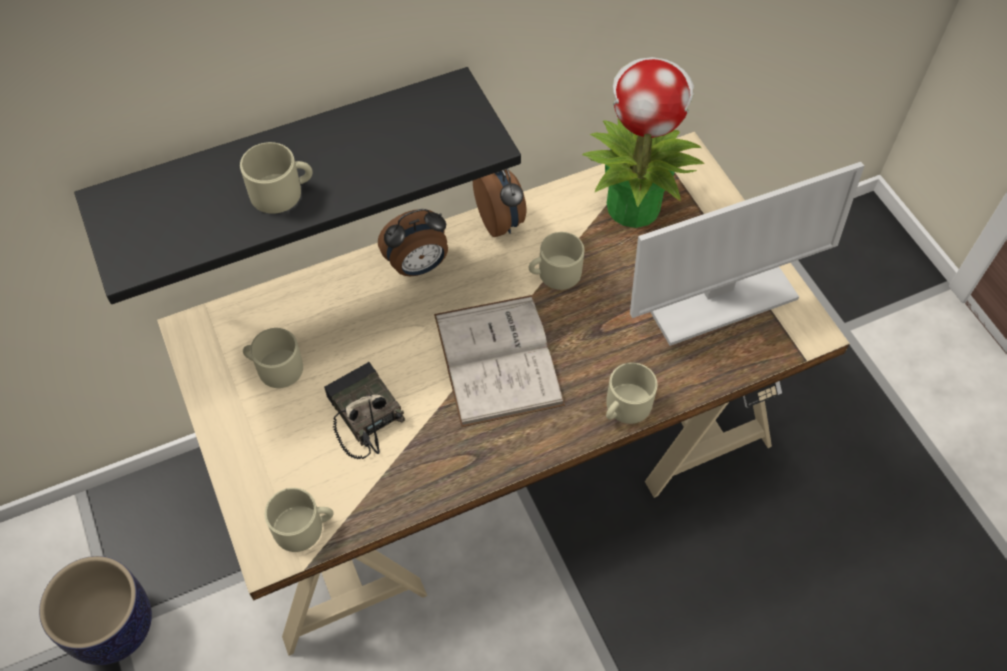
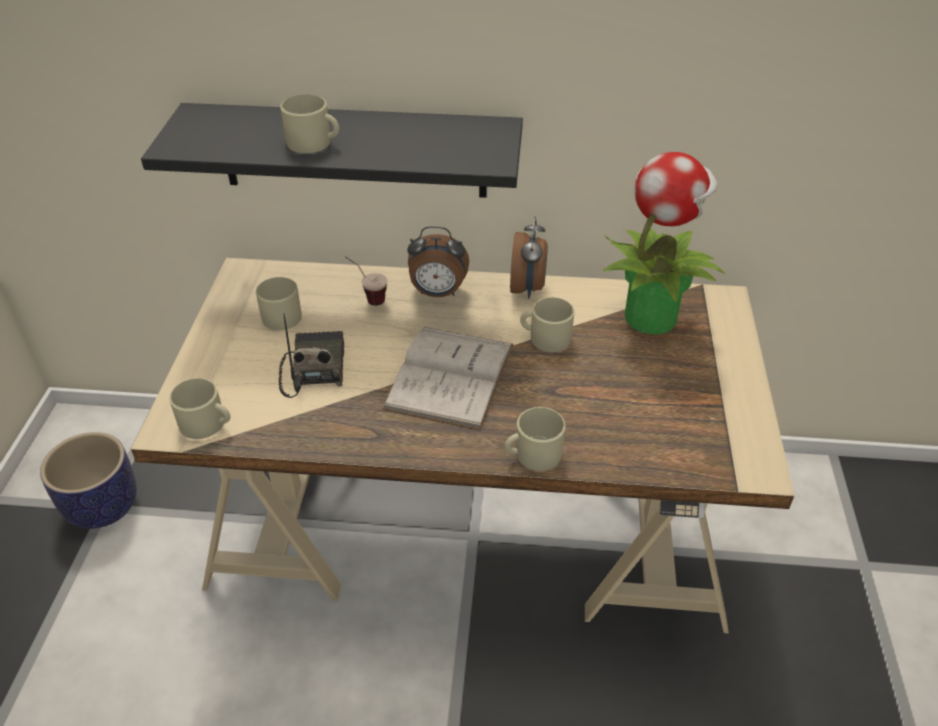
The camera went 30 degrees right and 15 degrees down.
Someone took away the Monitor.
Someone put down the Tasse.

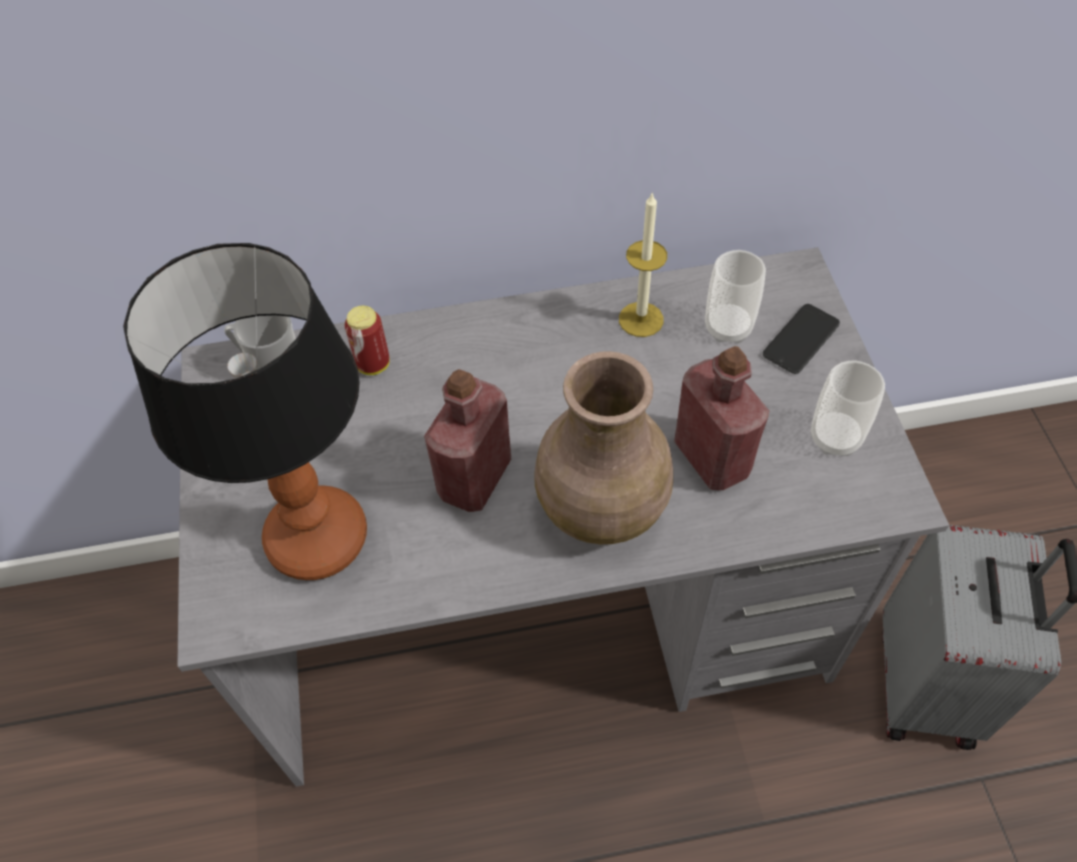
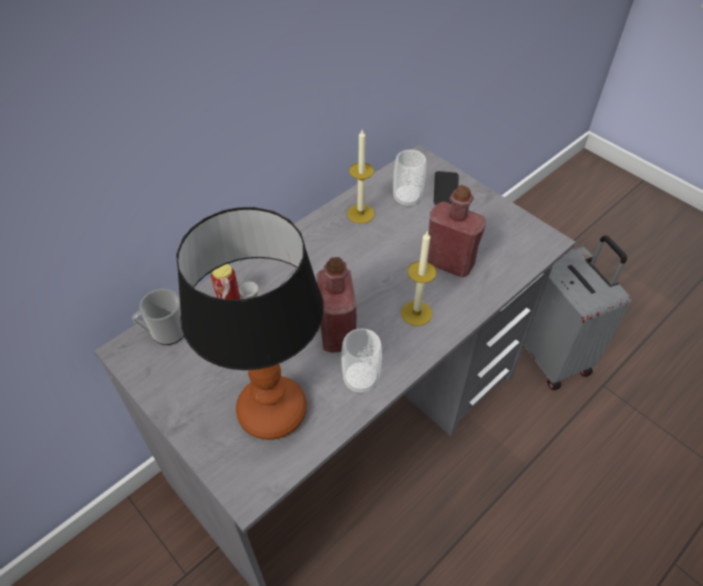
The camera went 35 degrees left and 5 degrees down.
Someone swapped the Vase/braun for the Kerze (2nd from left).
Someone carried the Tasse (2nd from left in the first image).

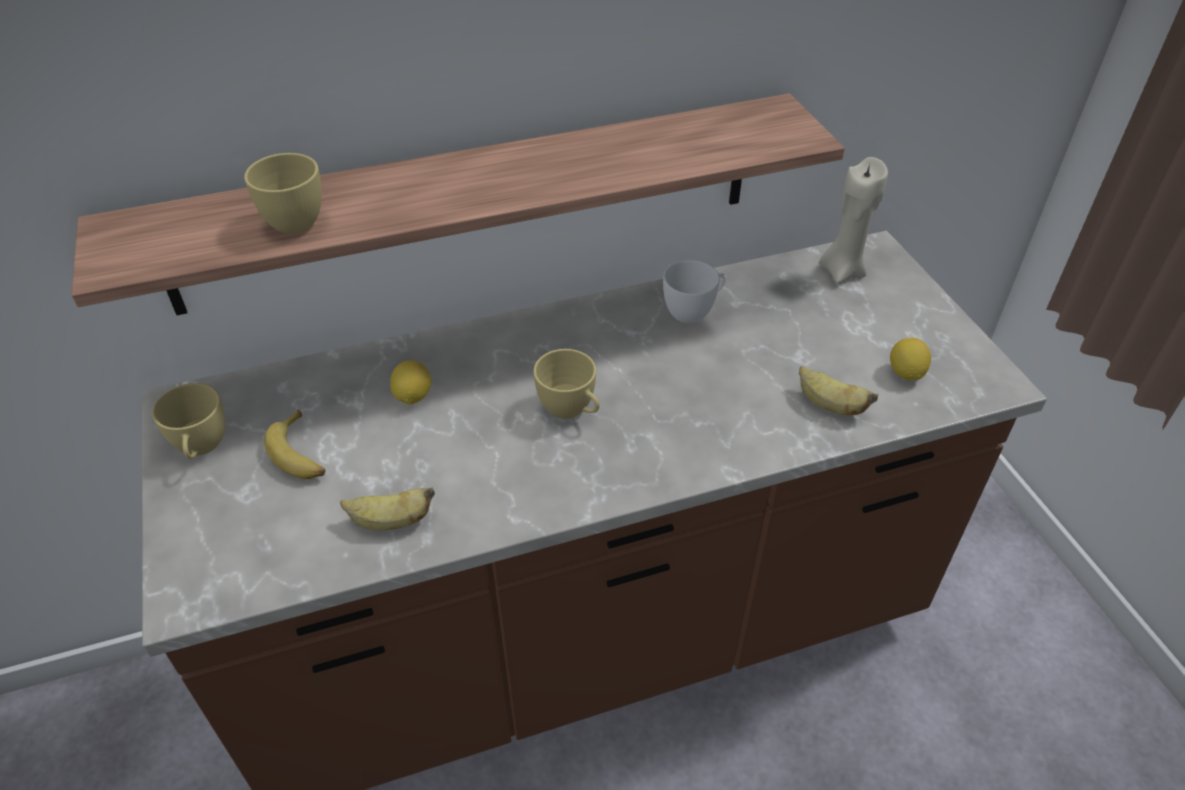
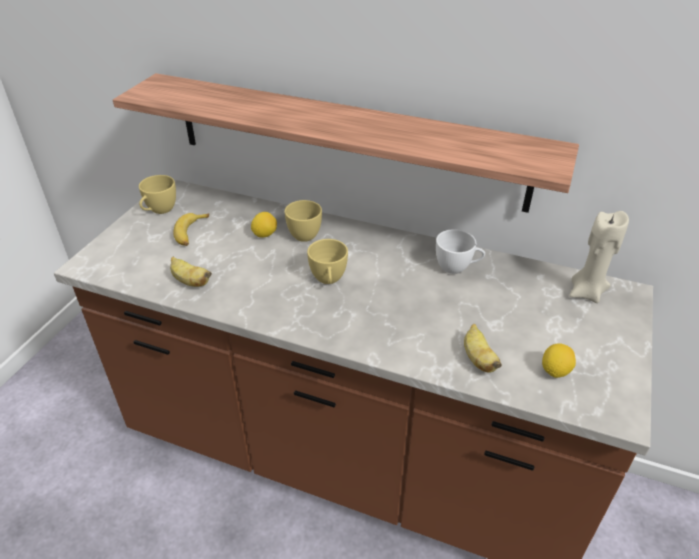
The camera went 40 degrees right and 5 degrees down.
Someone carried the Tasse/gelb (2nd from left).

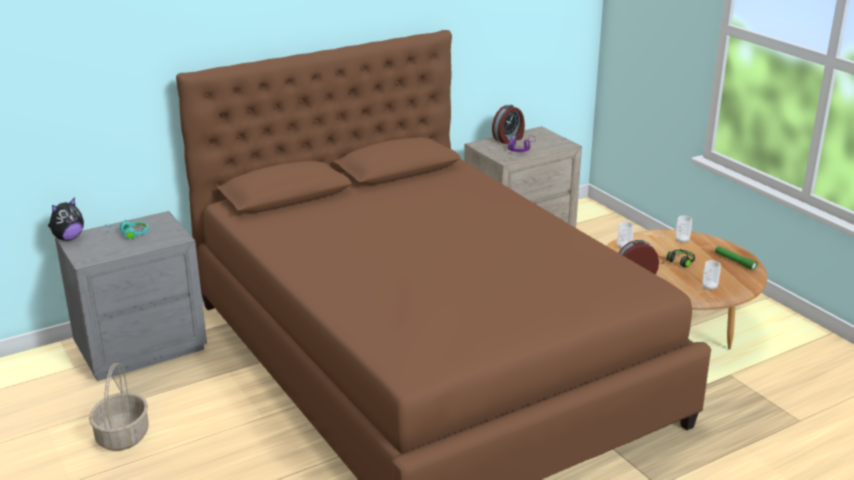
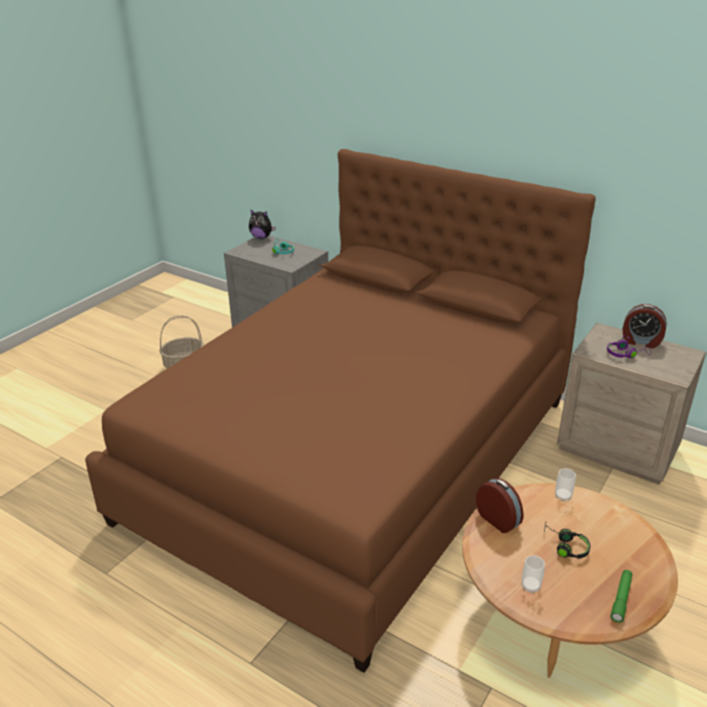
The camera went 65 degrees right and 5 degrees up.
Someone took away the Tasse (2nd from left).

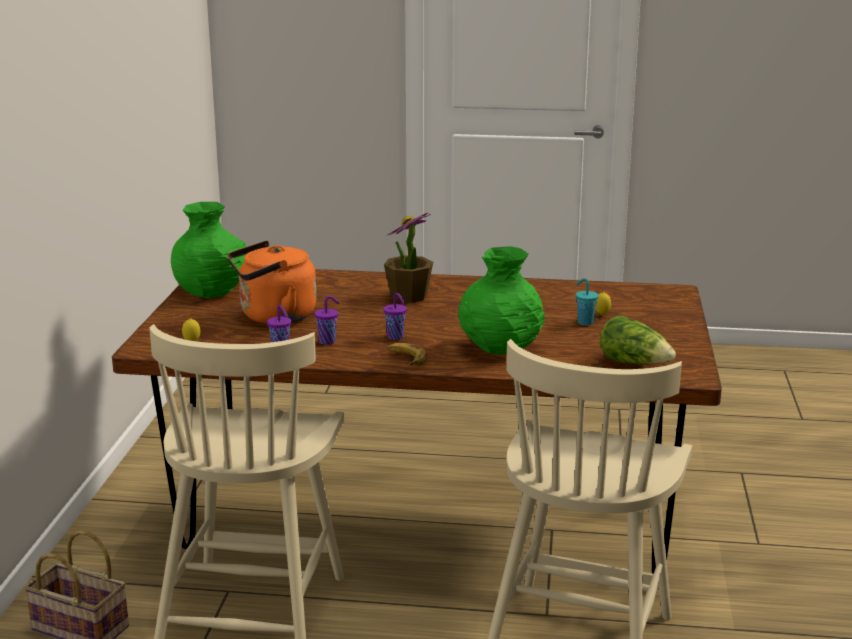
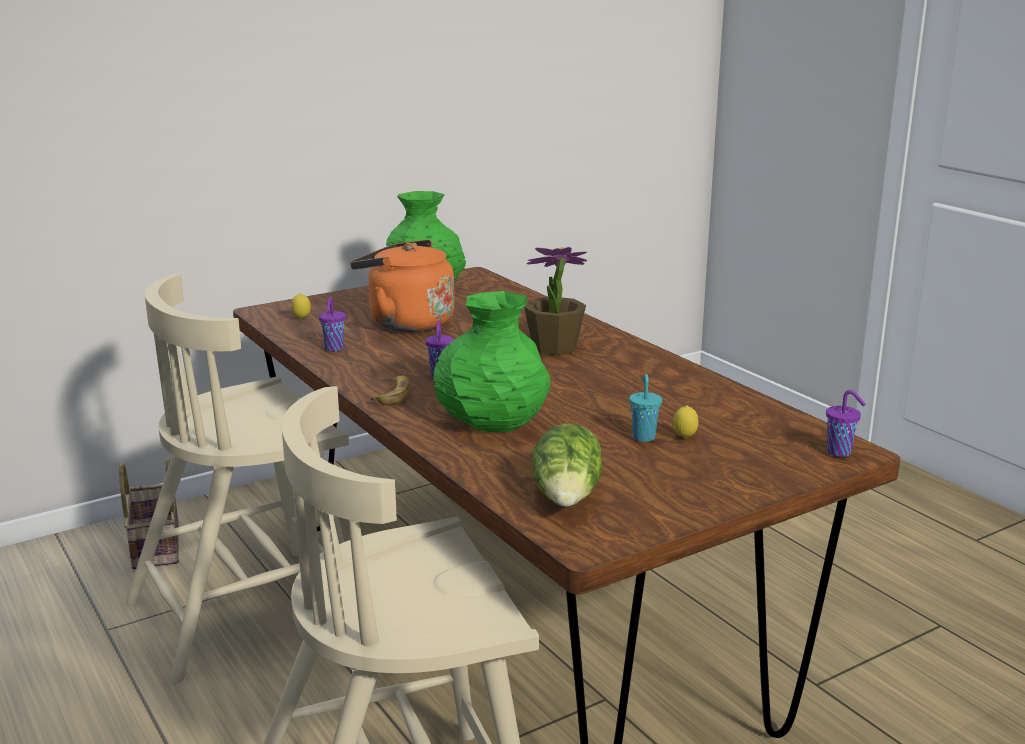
The camera went 50 degrees right and 0 degrees up.
Someone carried the Tasse/lila (2nd from left in the first image).

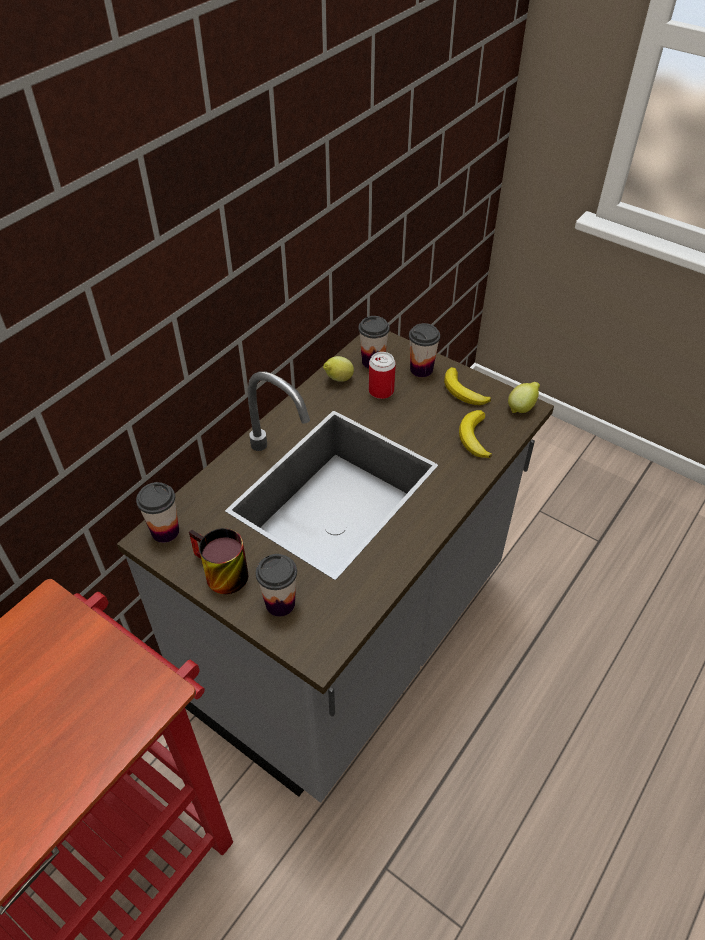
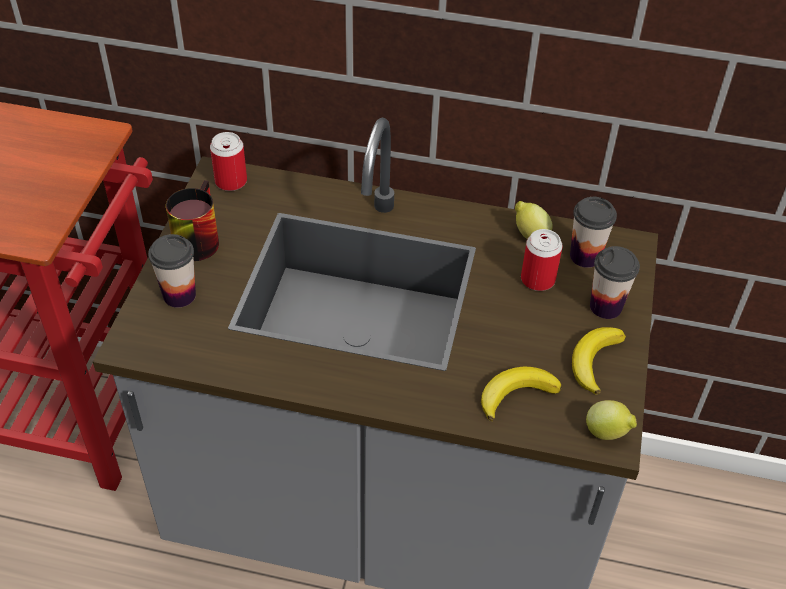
The camera went 65 degrees right and 0 degrees up.
Someone swapped the Tasse (1st from left) for the Dose (1st from left).

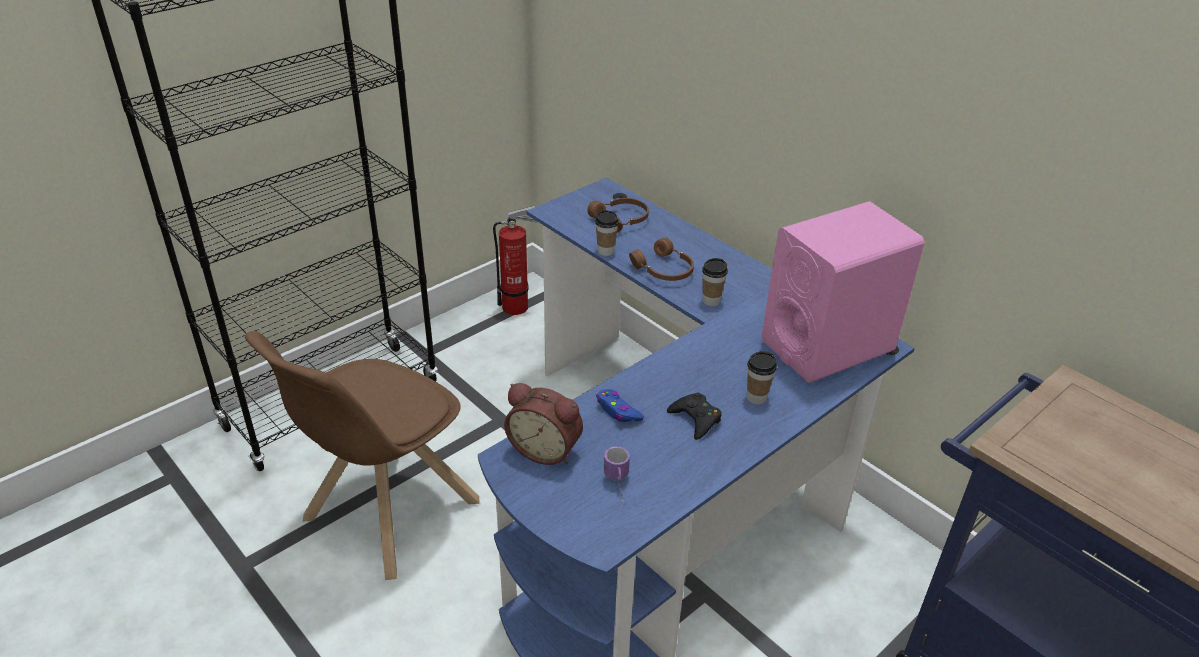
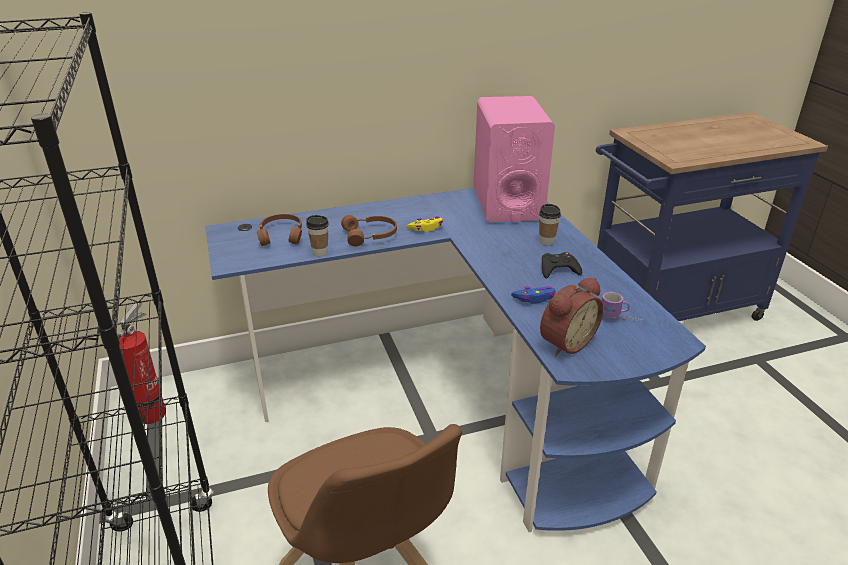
The camera went 65 degrees left and 5 degrees down.
Someone swapped the Tasse (2nd from left) for the Gamepad/gelb.

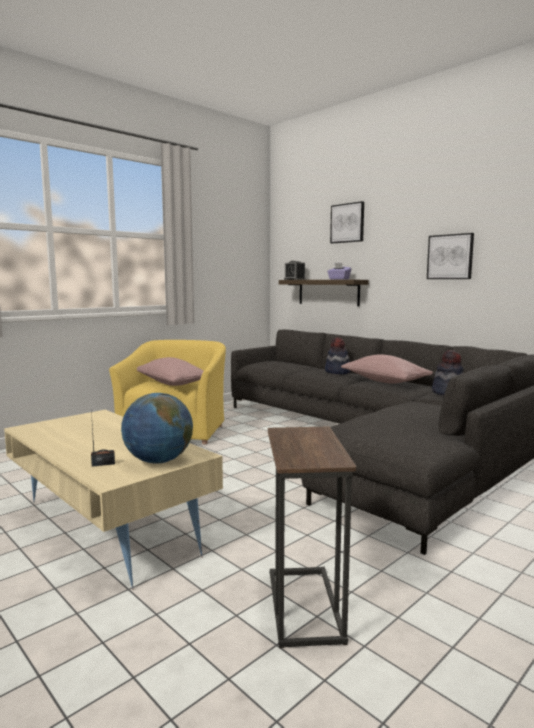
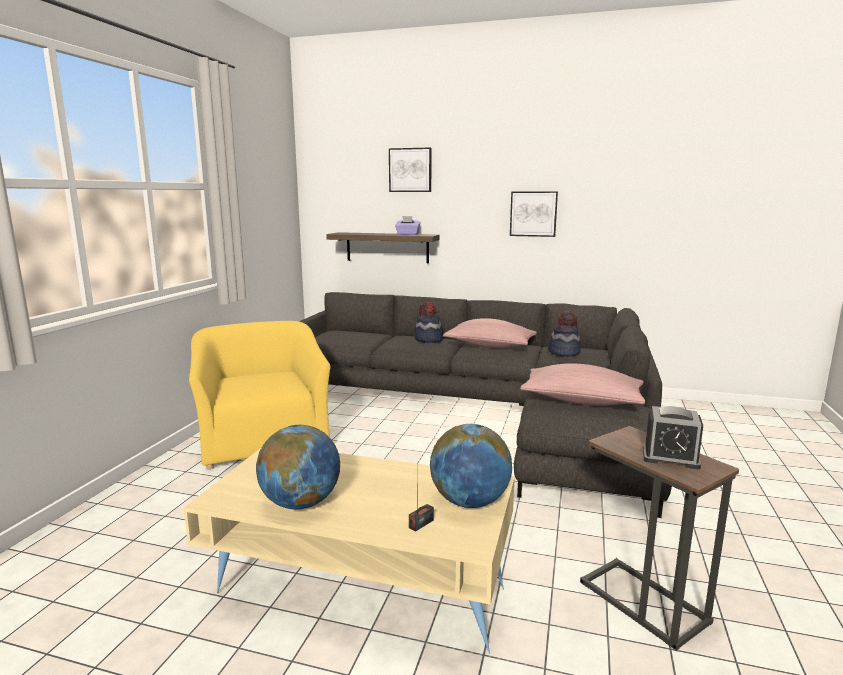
The camera went 30 degrees left and 5 degrees up.
Someone carried the Kissen/rosa (1st from left in the first image).
Someone carried the Wecker.
Someone put down the Globus (1st from left).

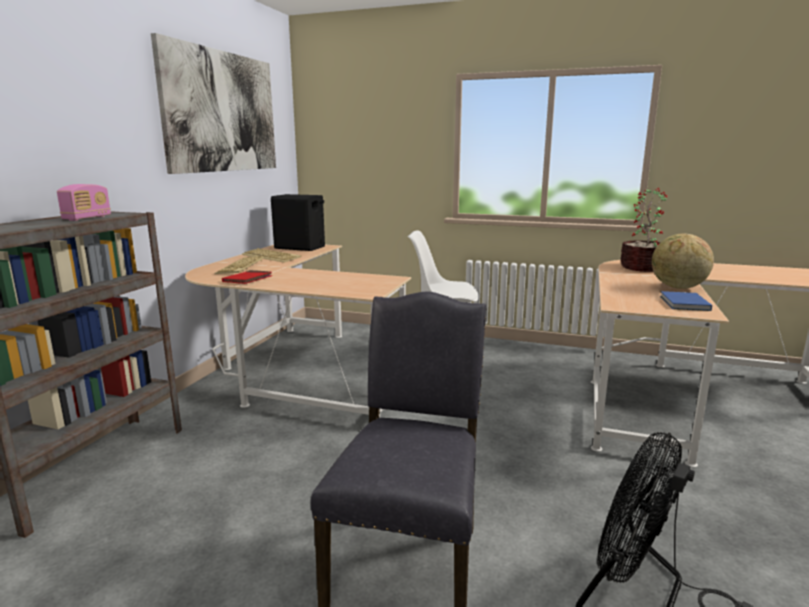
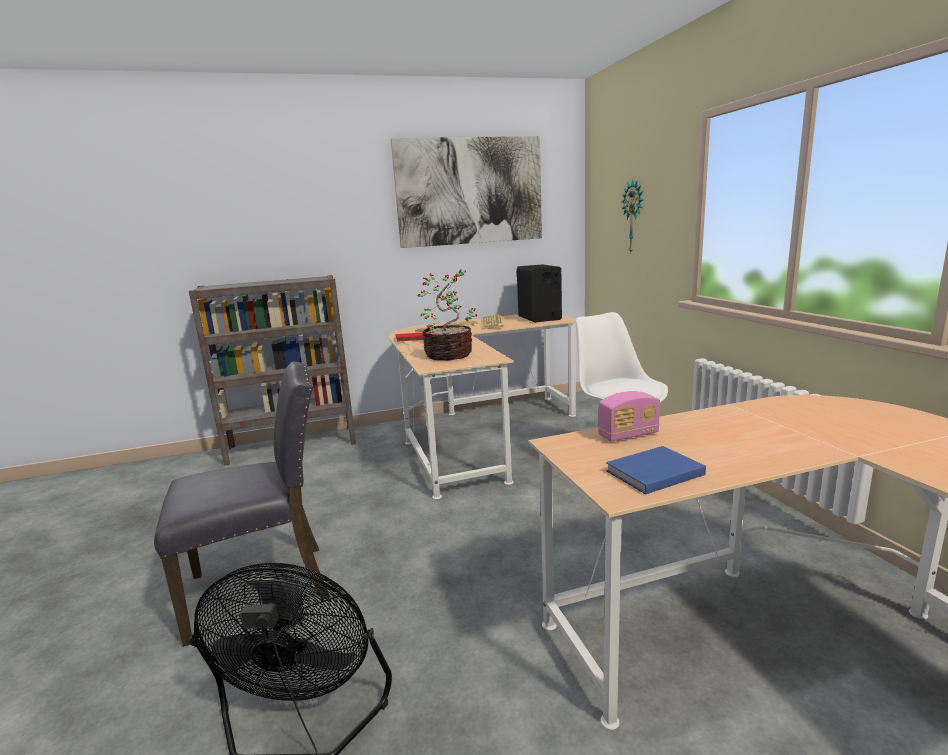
The camera went 55 degrees right and 0 degrees up.
Someone carried the Radio.
Someone carried the Topfpflanze.
Someone took away the Globus.
Someone put up the Wanduhr.

